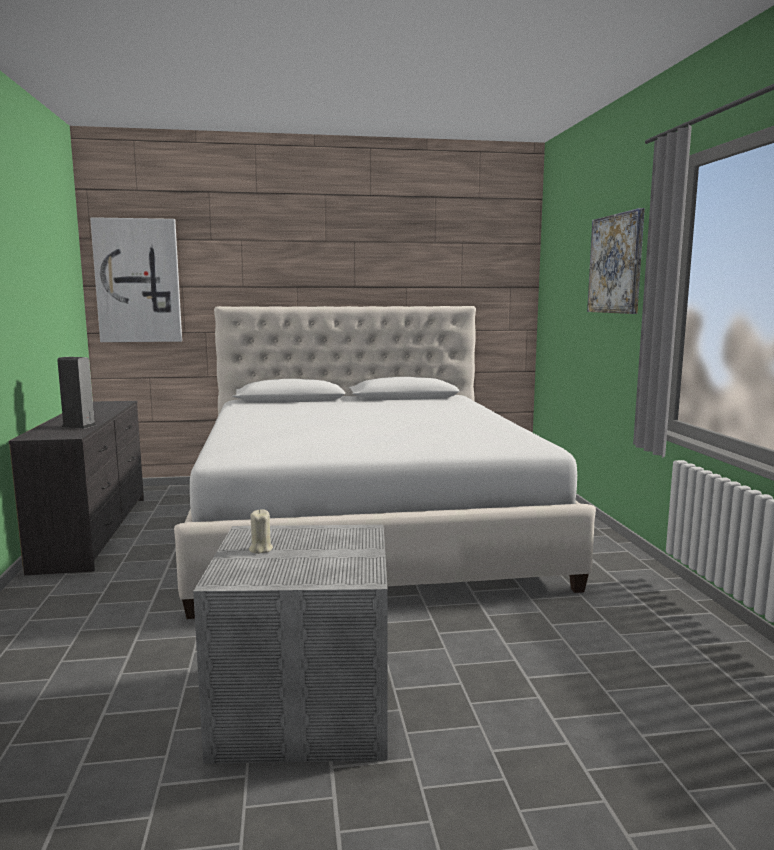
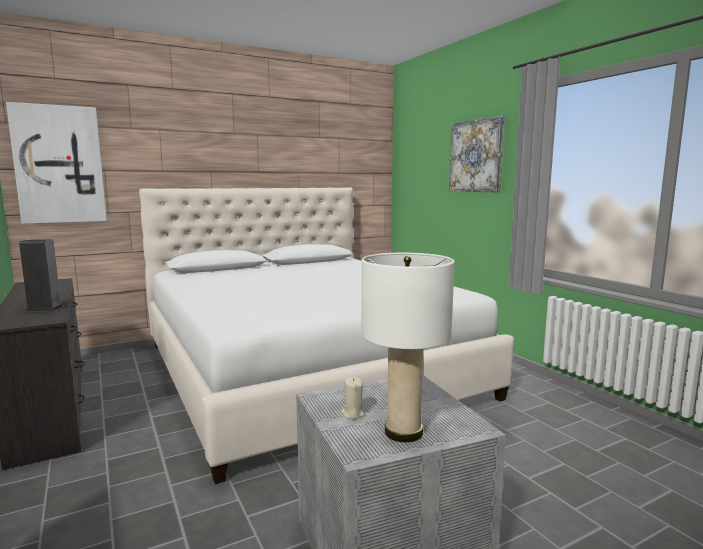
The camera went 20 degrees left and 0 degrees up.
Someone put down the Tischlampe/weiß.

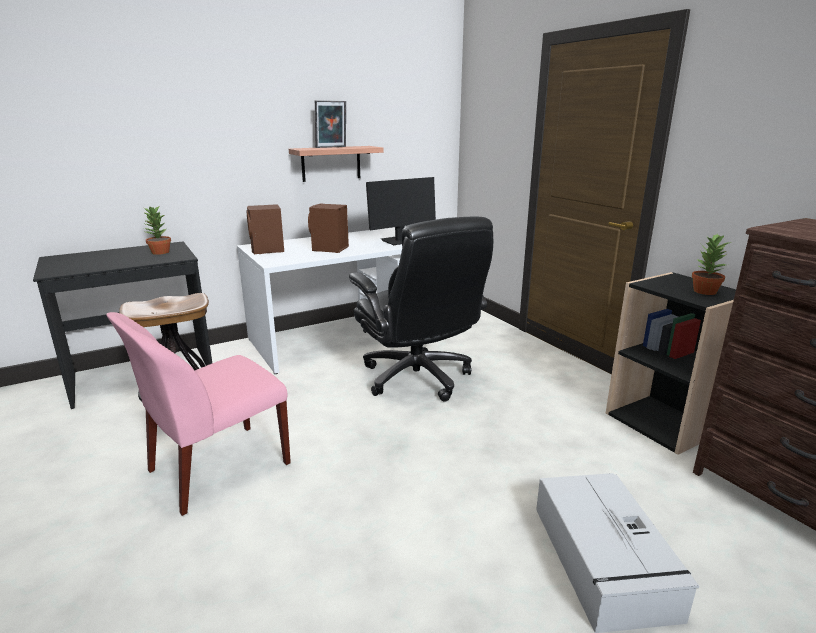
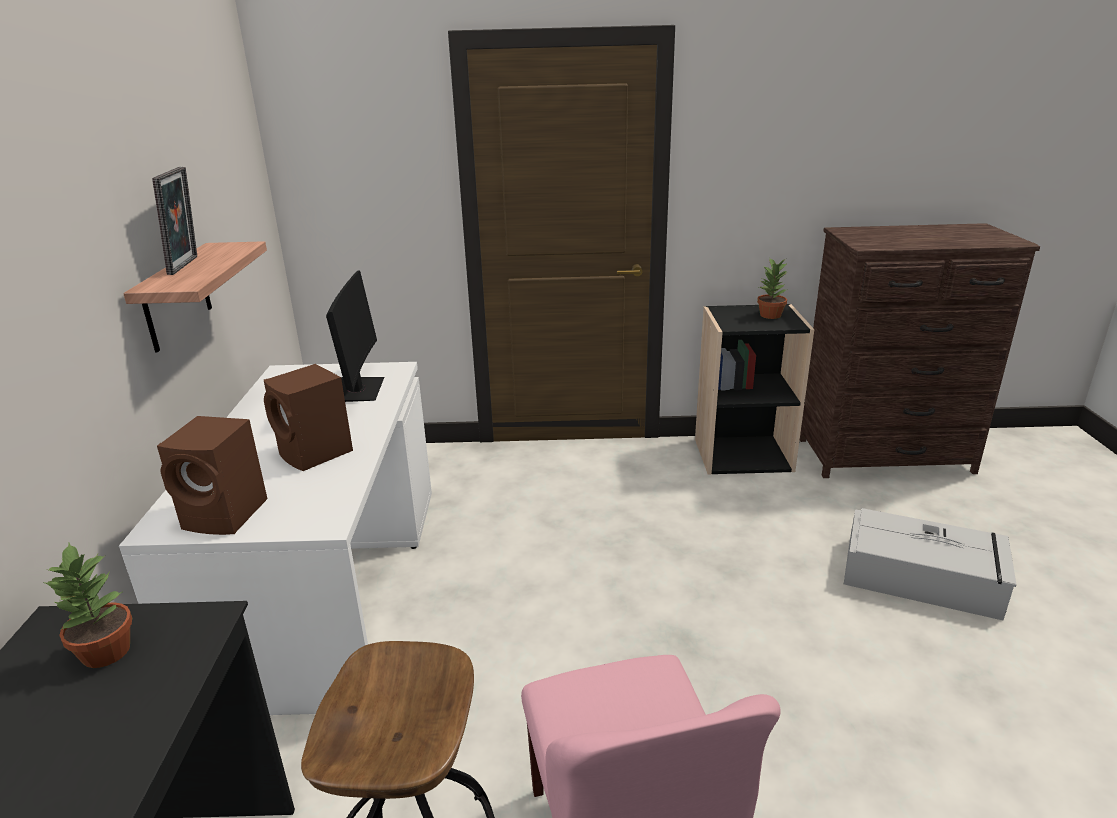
The camera went 60 degrees left and 5 degrees up.
Someone took away the Bürostuhl/schwarz.

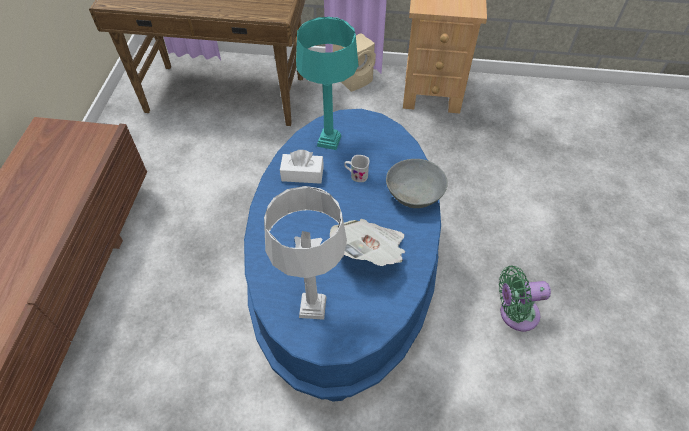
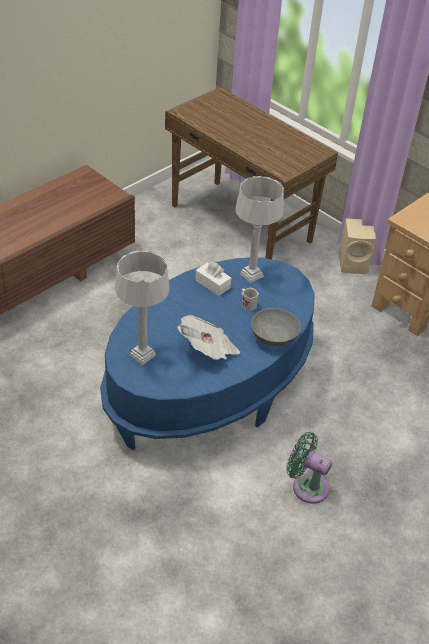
The camera went 35 degrees right and 10 degrees down.
Someone repainted the Tischlampe/türkis, which became the Tischlampe/grau (2nd from left).

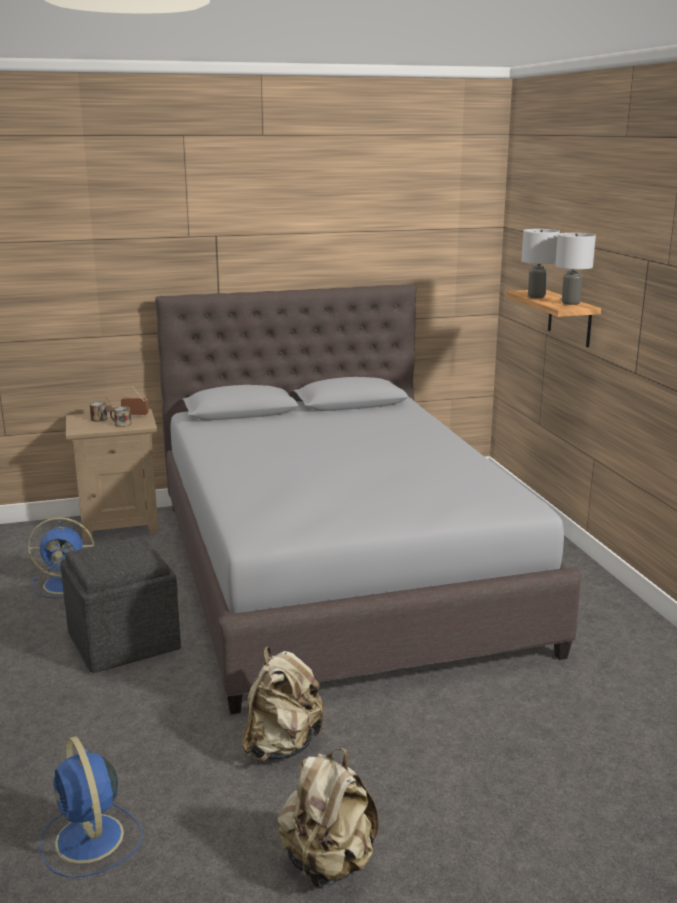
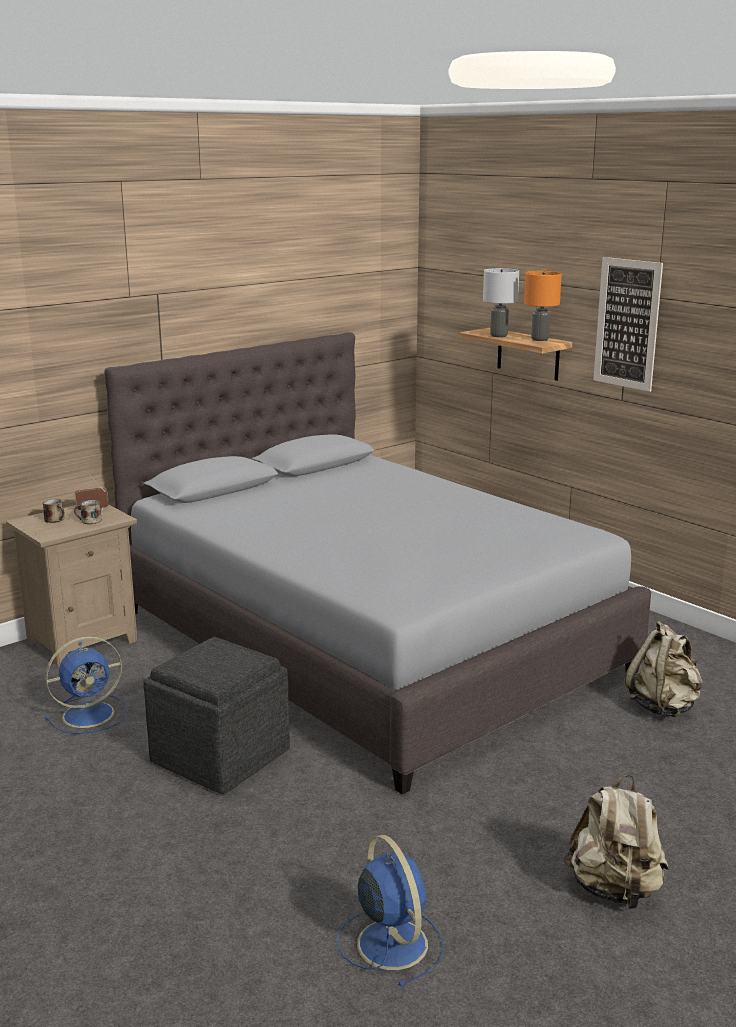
The camera went 25 degrees left and 0 degrees up.
Someone rotated the Ventilator/blau (2nd from left) by 150 degrees counterclockwise.
Someone carried the Rucksack/beige (1st from left in the first image).
Someone repainted the Tischlampe/weiß (2nd from left), which became the Tischlampe/orange.
Someone put up the Bild.

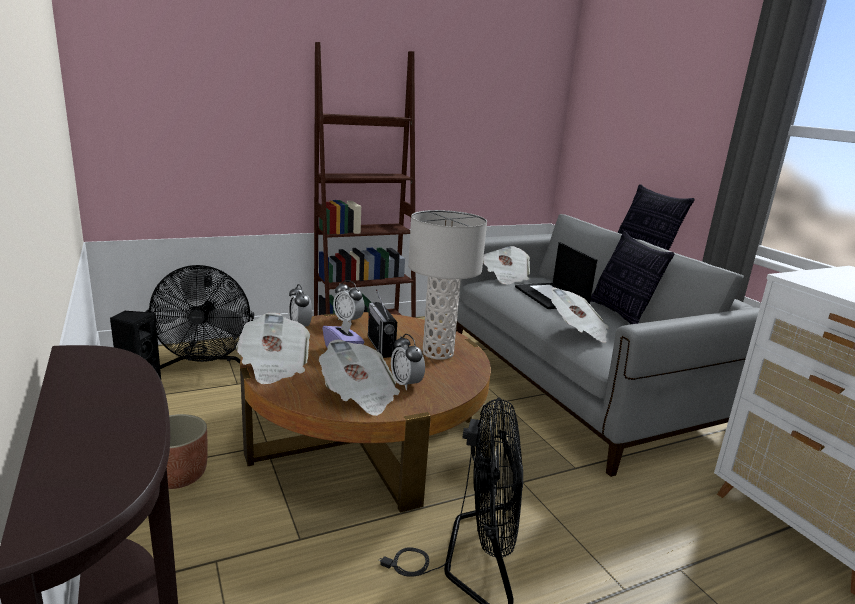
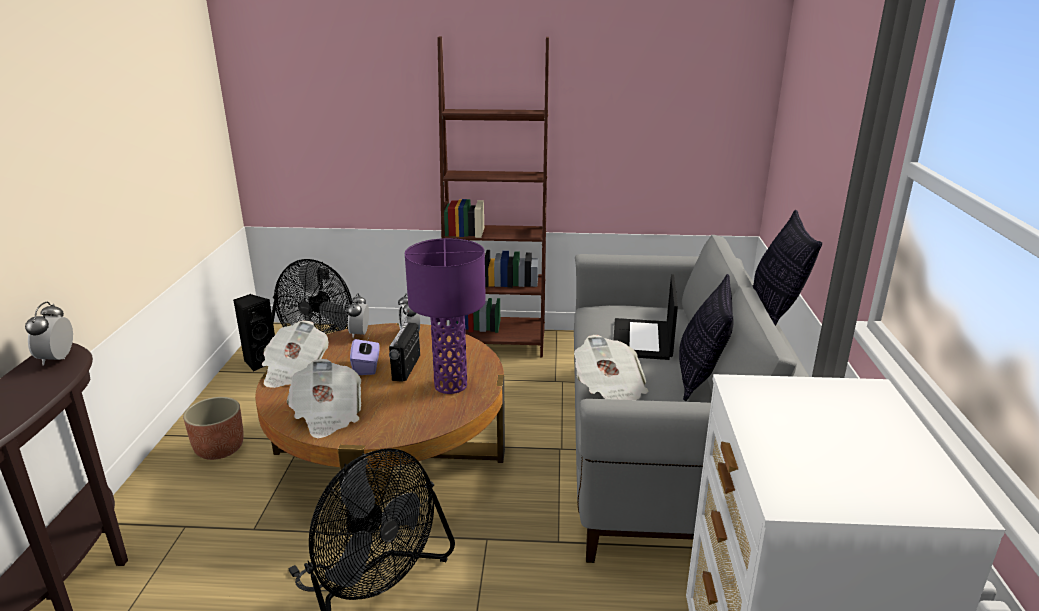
The camera went 30 degrees right and 5 degrees up.
Someone carried the Wecker (3rd from left in the first image).
Someone repainted the Tischlampe/weiß, which became the Tischlampe/lila.
Someone took away the Zeitung (3rd from left).

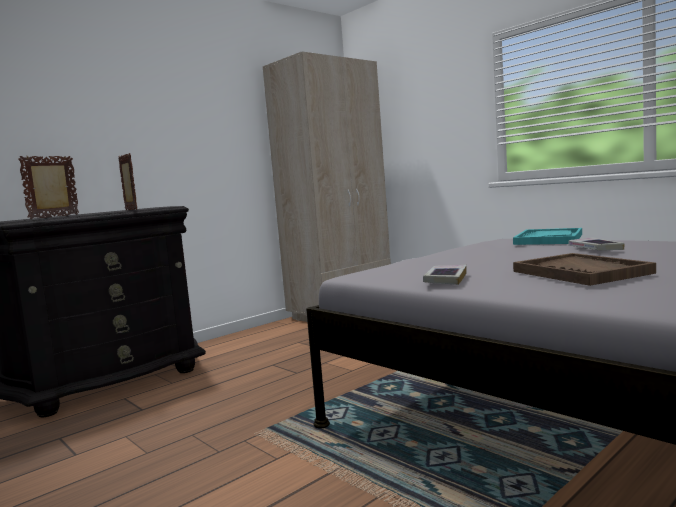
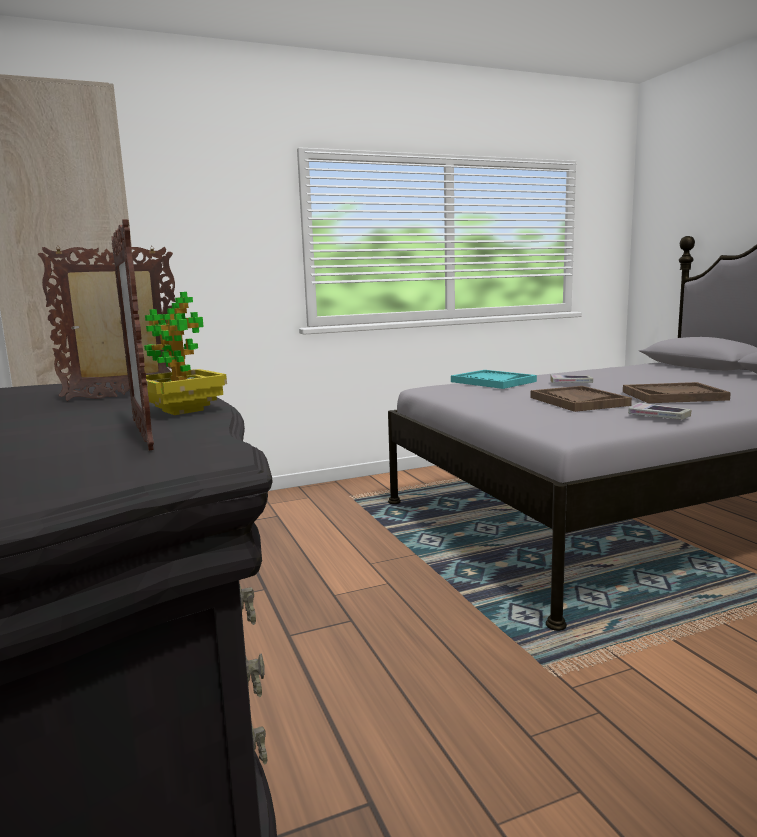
The camera went 70 degrees left and 5 degrees up.
Someone put down the Topfpflanze.
Someone put down the Tablett/braun (1st from left).

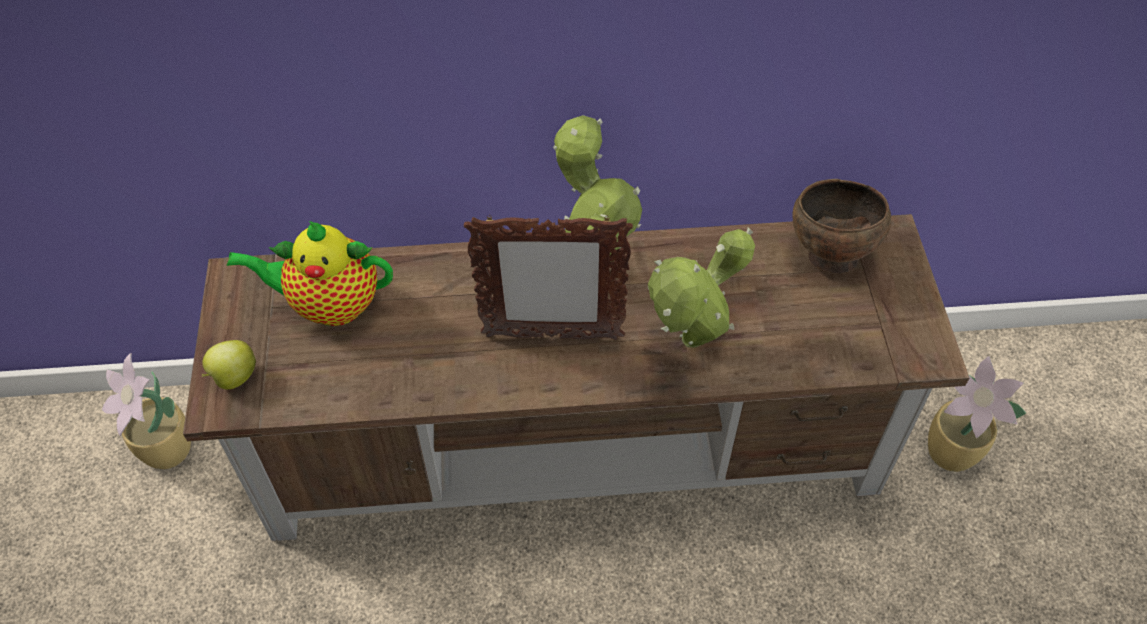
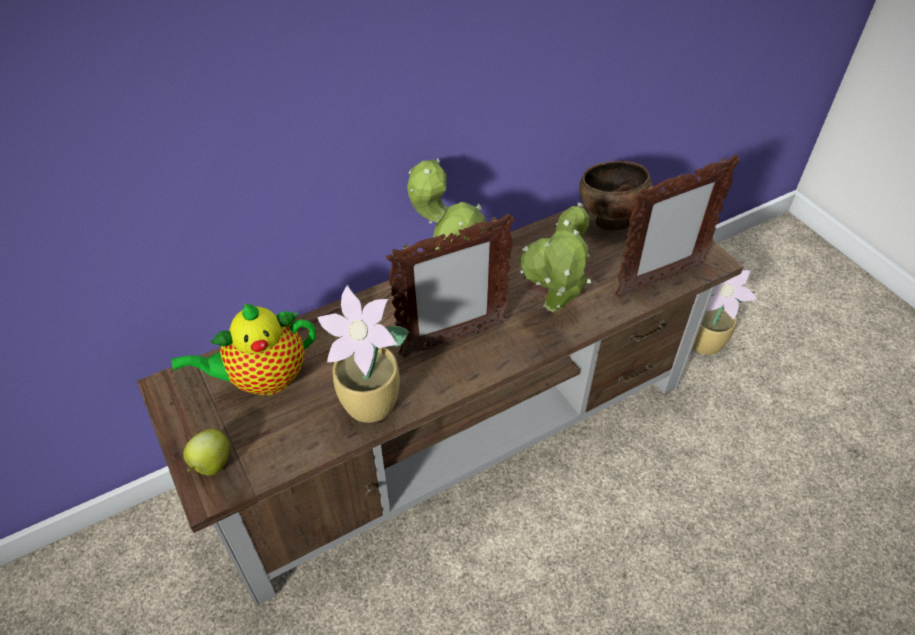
The camera went 25 degrees left and 5 degrees down.
Someone carried the Topfpflanze (1st from left).
Someone put down the Bilderrahmen (2nd from left).

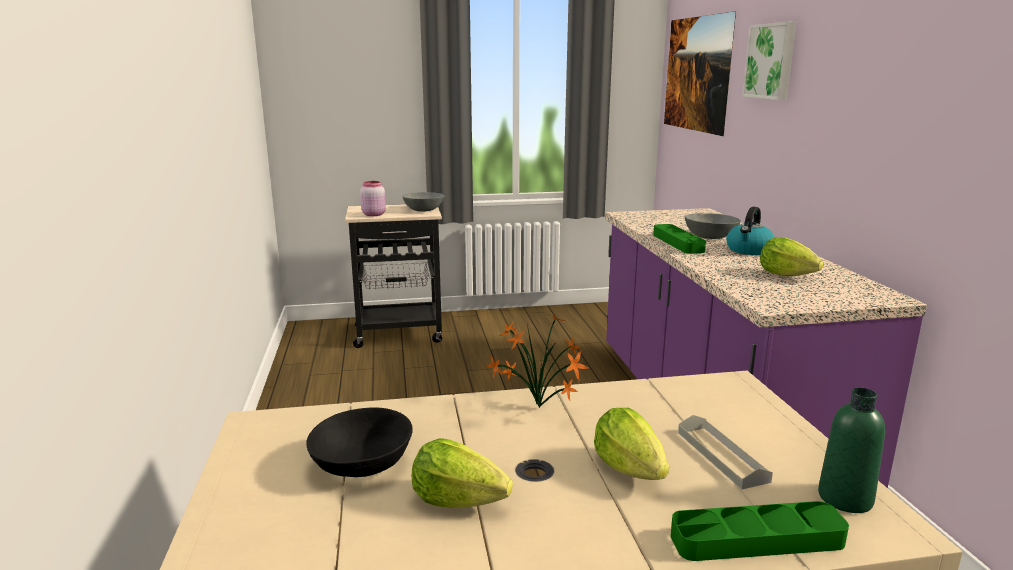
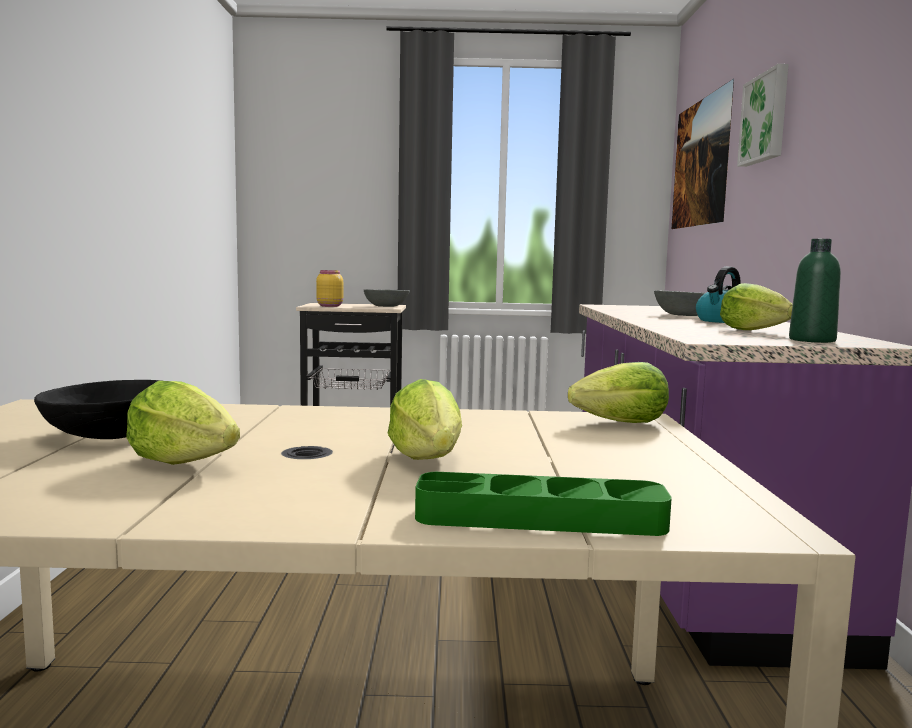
The camera went 10 degrees right and 10 degrees down.
Someone repainted the Vorratsglas/rosa, which became the Vorratsglas/gelb.
Someone took away the Topfpflanze.
Someone took away the Tablett/grün (1st from left).
Someone took away the Tablett/grau.
Someone carried the Flasche/grün.
Someone put down the Salatkopf (3rd from left).

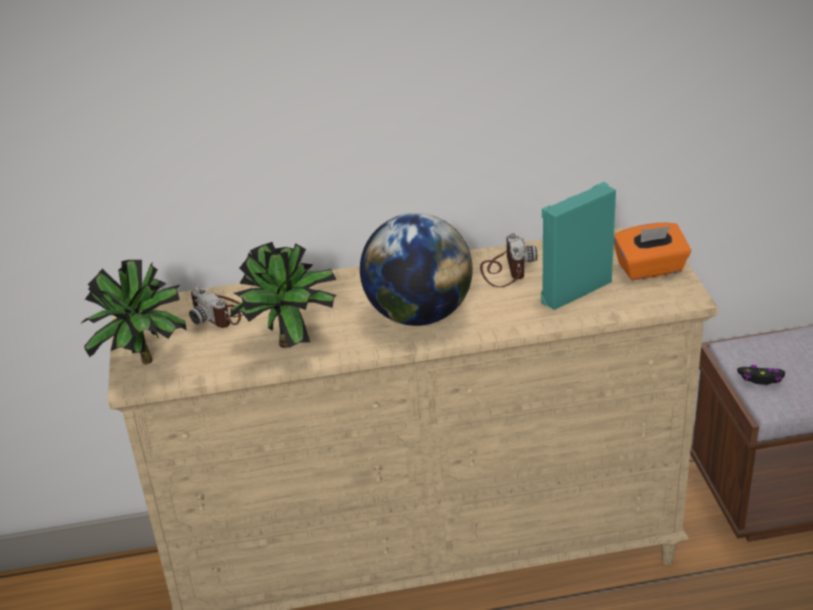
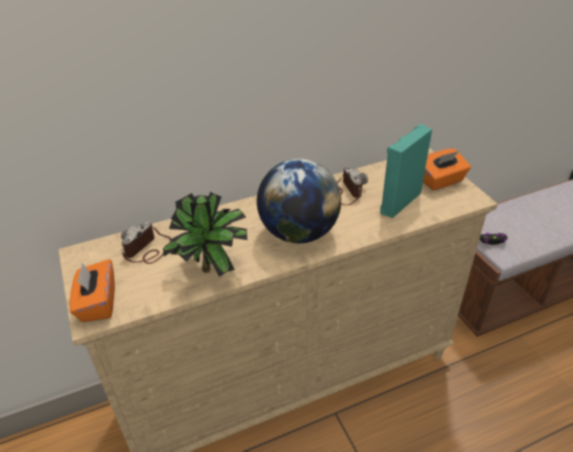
The camera went 15 degrees left and 5 degrees up.
Someone swapped the Topfpflanze (1st from left) for the Taschentuchbox/orange (1st from left).
Someone rotated the Kamera (1st from left) by 90 degrees clockwise.

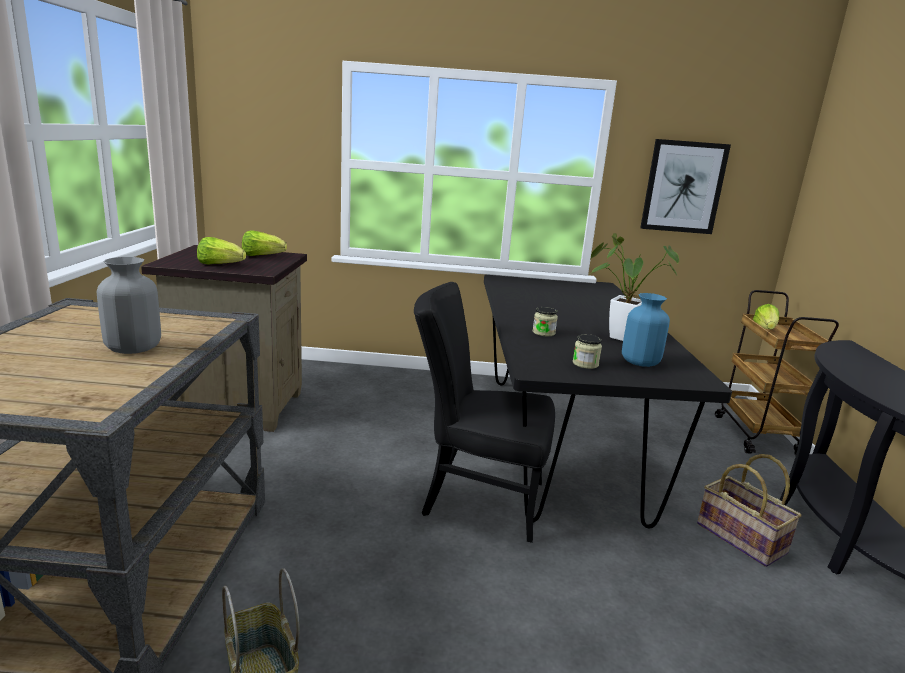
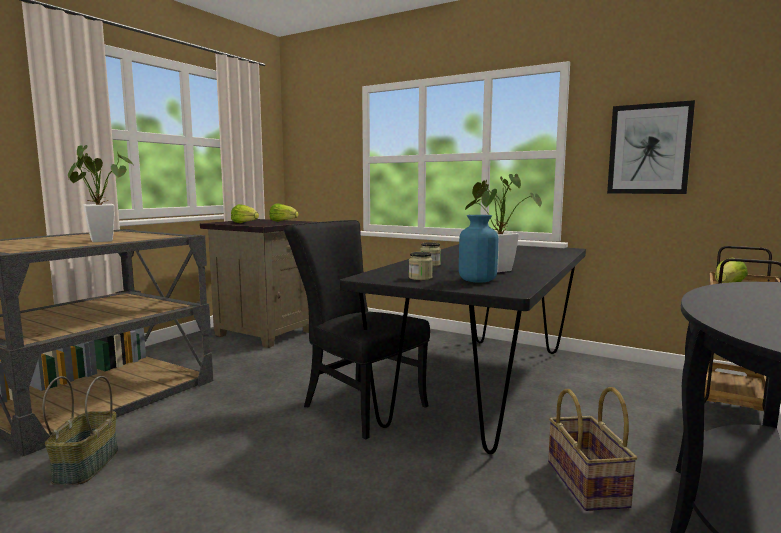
The camera went 30 degrees right and 10 degrees down.
Someone swapped the Vase/grau for the Topfpflanze (1st from left).

